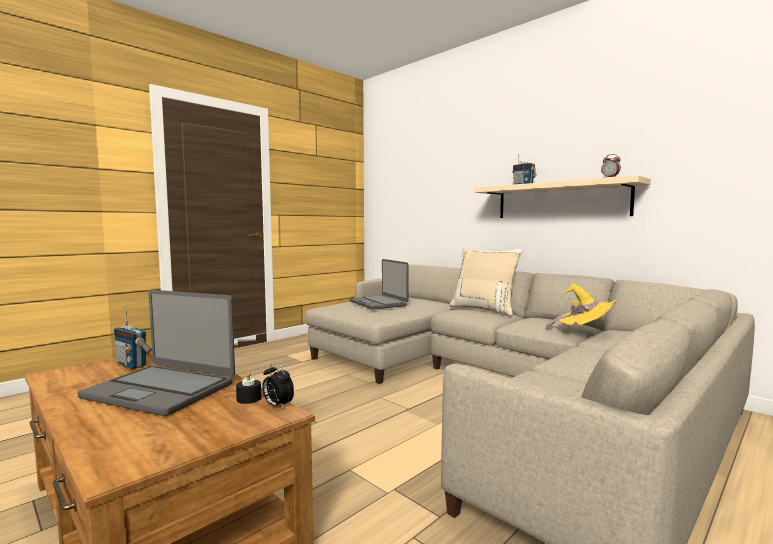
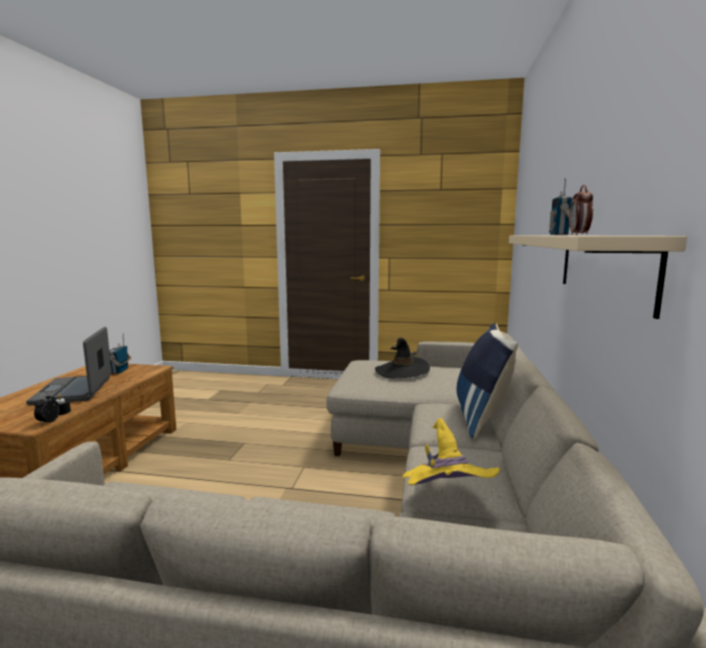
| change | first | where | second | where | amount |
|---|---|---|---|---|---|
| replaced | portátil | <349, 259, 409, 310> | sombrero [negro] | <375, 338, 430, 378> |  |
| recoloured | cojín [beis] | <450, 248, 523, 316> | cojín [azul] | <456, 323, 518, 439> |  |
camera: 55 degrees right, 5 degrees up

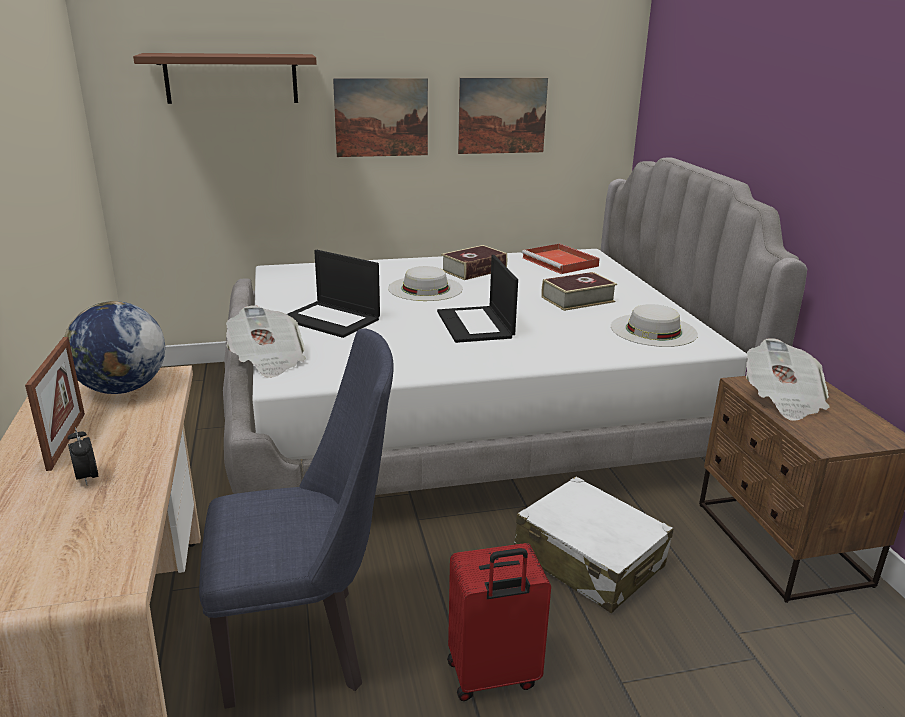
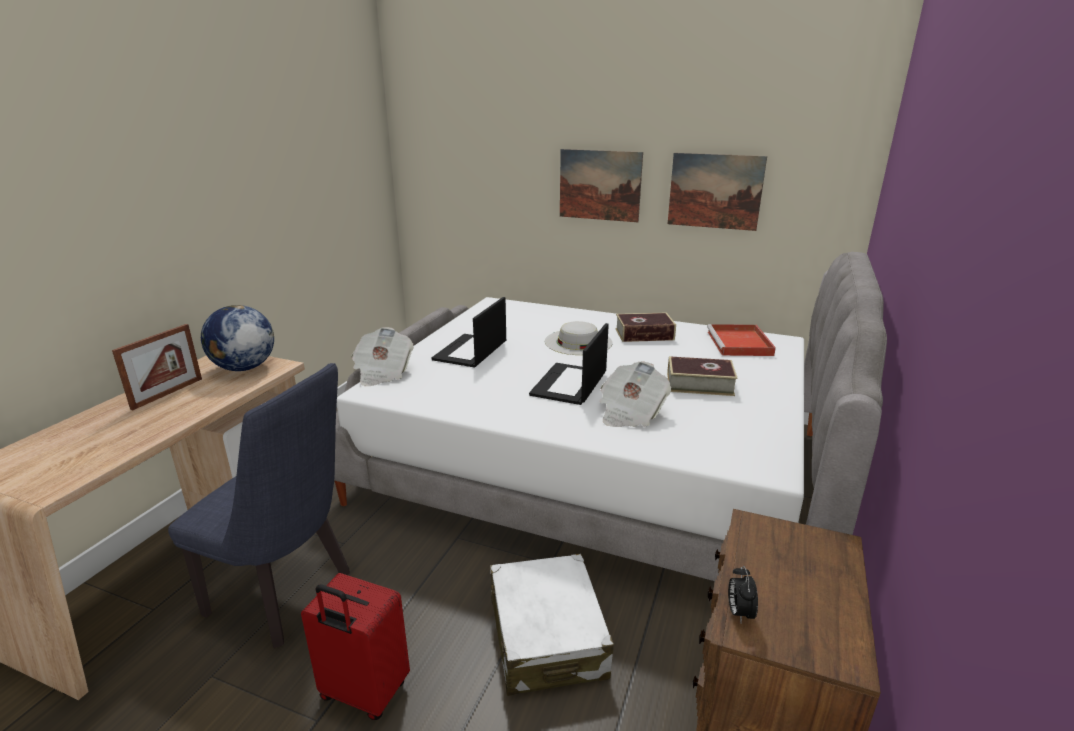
| change | first | where | second | where | amount |
|---|---|---|---|---|---|
| removed | estante [marrón] | <133, 53, 317, 104> |  |  |  |
| removed | sombrero [blanco] | <611, 304, 698, 347> |  |  |  |
| moved | despertador | <68, 427, 99, 485> |  | <728, 566, 758, 623> |  |
| moved | periódico | <746, 338, 830, 421> |  | <599, 361, 671, 427> |  |
| turned | portátil | <287, 250, 380, 338> |  | <431, 297, 506, 368> | 45 degrees clockwise |
camera: 35 degrees right, 0 degrees up

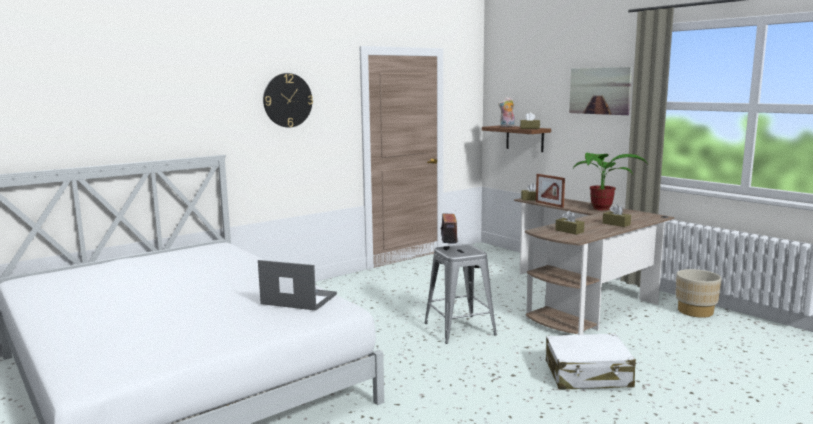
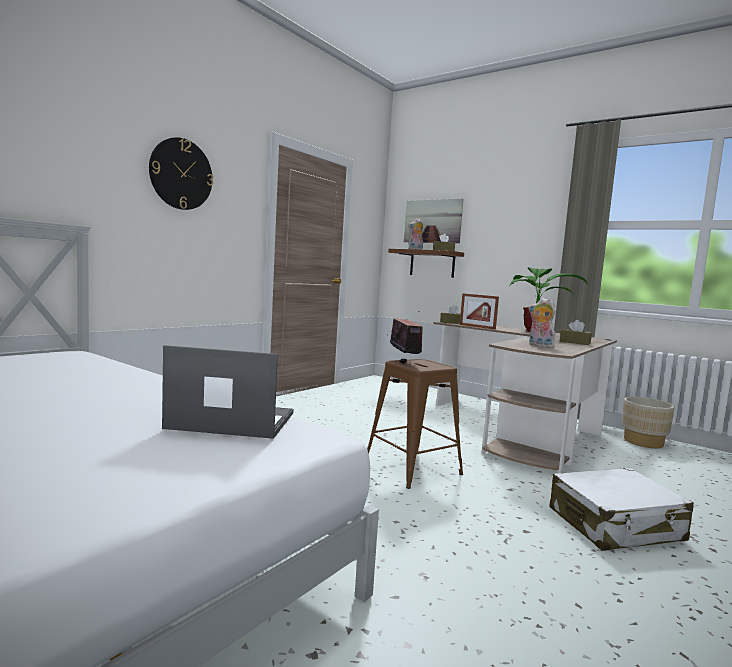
| change | first | where | second | where | amount |
|---|---|---|---|---|---|
| moved | cuadro | <569, 67, 632, 115> |  | <404, 198, 464, 243> |  |
| replaced | caja de pañuelos [marrón] | <555, 211, 584, 235> | peluche | <529, 298, 556, 348> |  |
| recoloured | taburete [gris] | <424, 244, 497, 344> | taburete [marrón] | <367, 359, 463, 489> |  |
camera: 15 degrees left, 5 degrees down

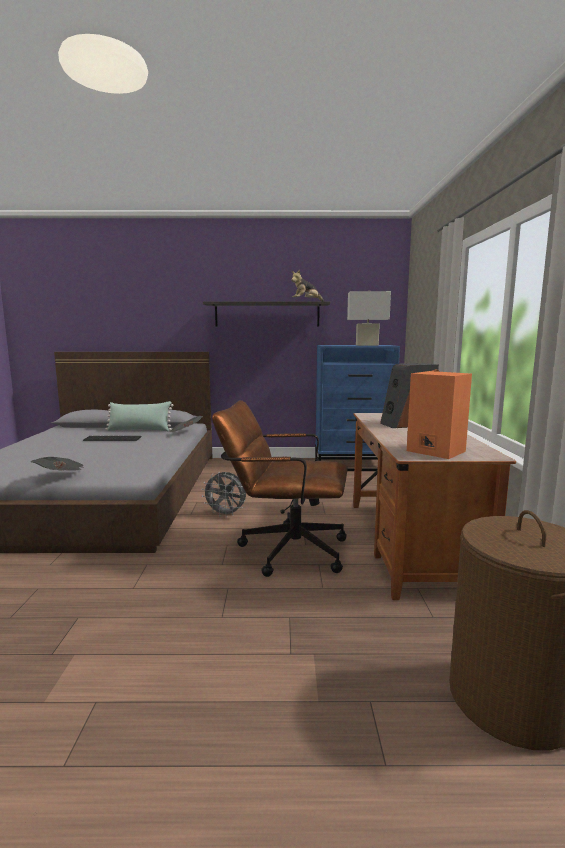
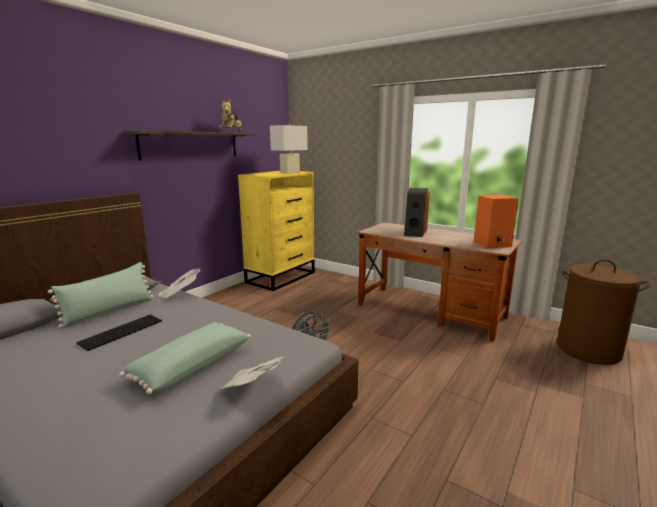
| change | first | where | second | where | amount |
|---|---|---|---|---|---|
| removed | silla de oficina [marrón] | <212, 400, 348, 577> |  |  |  |
| added |  |  | cojín [verde] | <119, 322, 251, 394> |  |
| recoloured | cómoda [azul] | <315, 345, 400, 471> | cómoda [amarillo] | <238, 171, 315, 291> |  |
camera: 55 degrees left, 5 degrees up

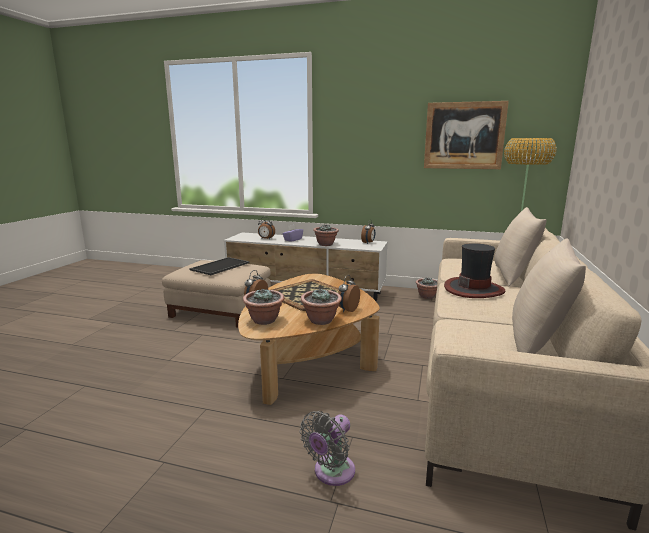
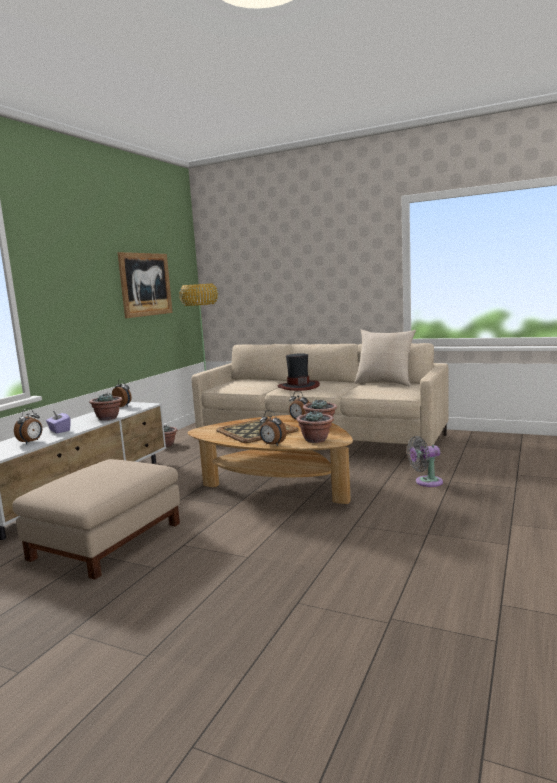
| change | first | where | second | where | amount |
|---|---|---|---|---|---|
| removed | bandeja | <189, 257, 250, 275> |  |  |  |
| removed | cojín [beis] | <495, 207, 547, 286> |  |  |  |
| turned | ventilador [gris] | <300, 411, 355, 486> |  | <407, 436, 443, 487> | 120 degrees clockwise |
camera: 80 degrees left, 5 degrees down

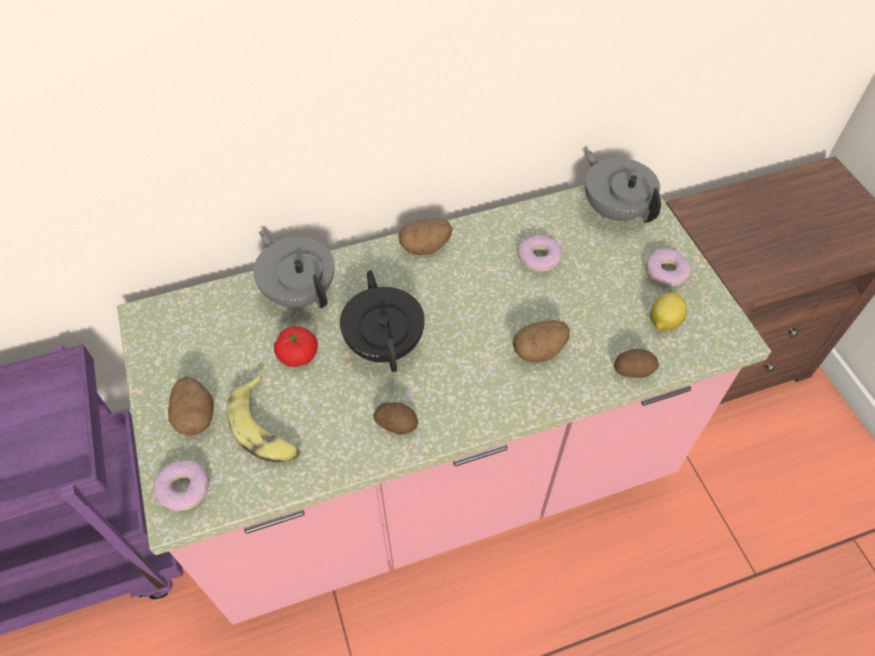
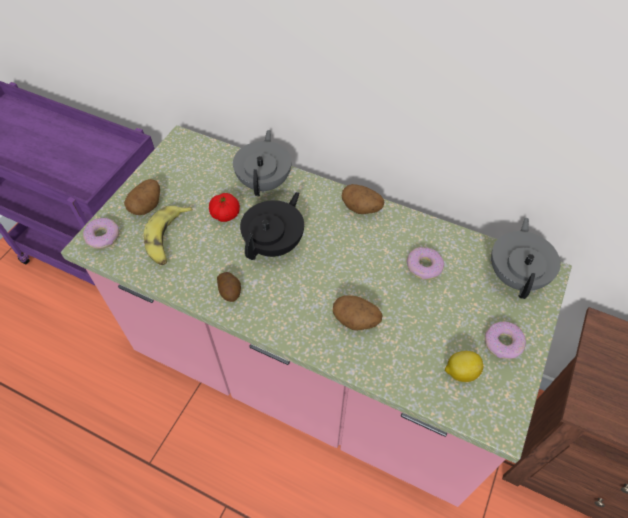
| change | first | where | second | where | amount |
|---|---|---|---|---|---|
| removed | patata | <614, 349, 659, 378> |  |  |  |
camera: 45 degrees right, 0 degrees up

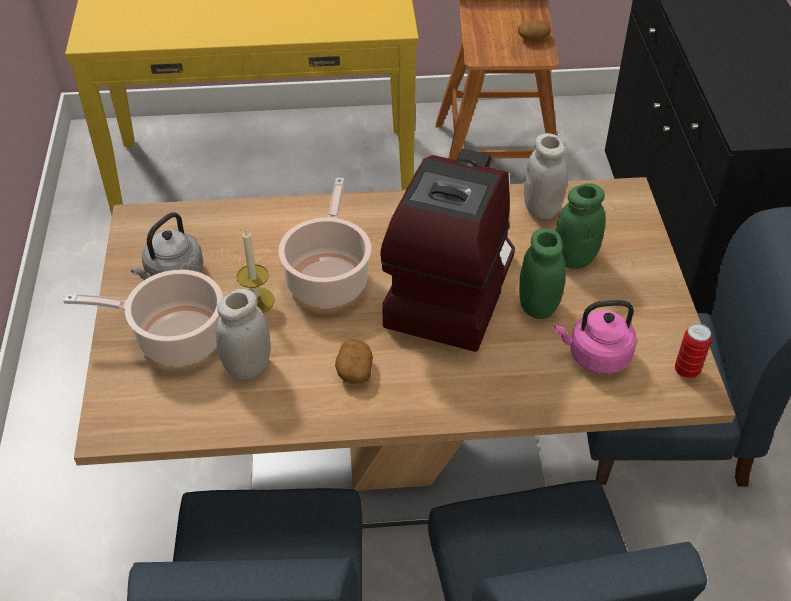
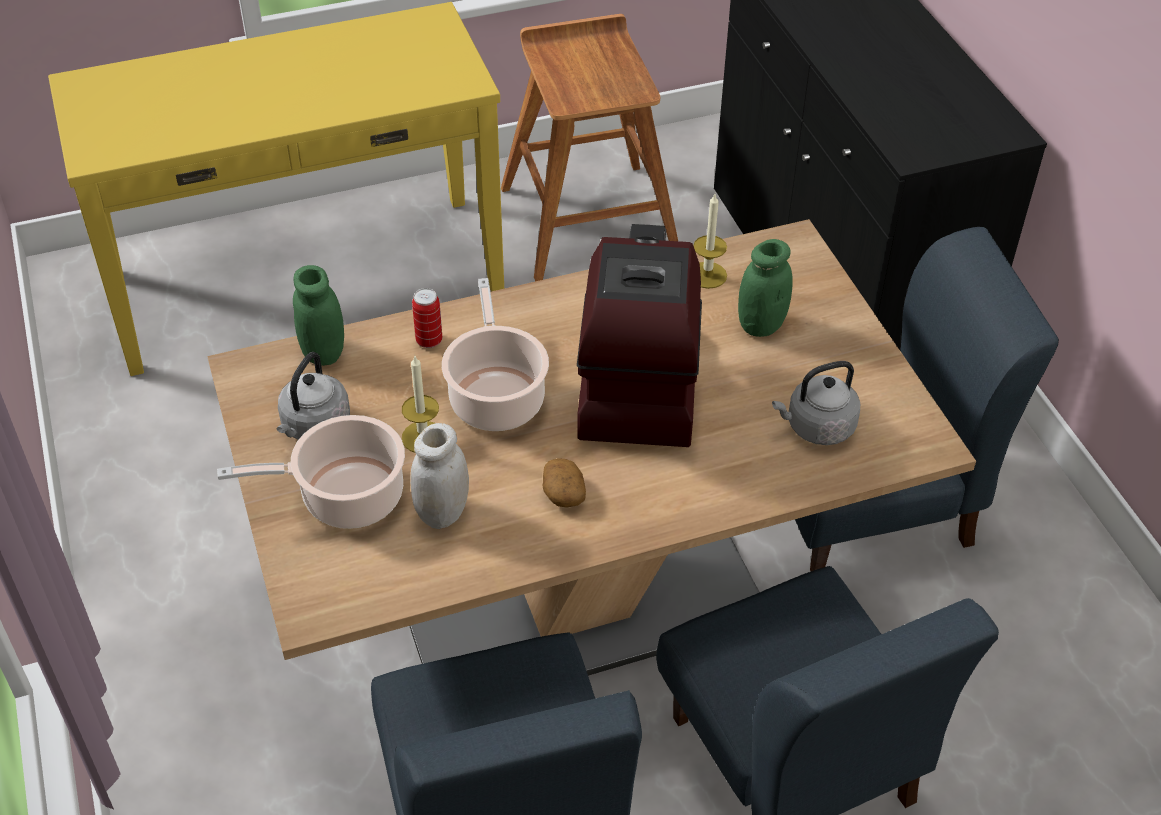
| change | first | where | second | where | amount |
|---|---|---|---|---|---|
| removed | patata | <518, 20, 551, 41> |  |  |  |
| moved | tarro [verde] | <519, 228, 566, 319> |  | <293, 265, 344, 366> |  |
| moved | lata | <675, 323, 712, 379> |  | <412, 288, 442, 348> |  |
| replaced | tarro [blanco] | <524, 133, 568, 219> | vela | <693, 194, 727, 289> |  |
| recoloured | hervidor [rosa] | <555, 300, 637, 374> | hervidor [gris] | <772, 361, 860, 445> |  |
camera: 15 degrees left, 0 degrees up

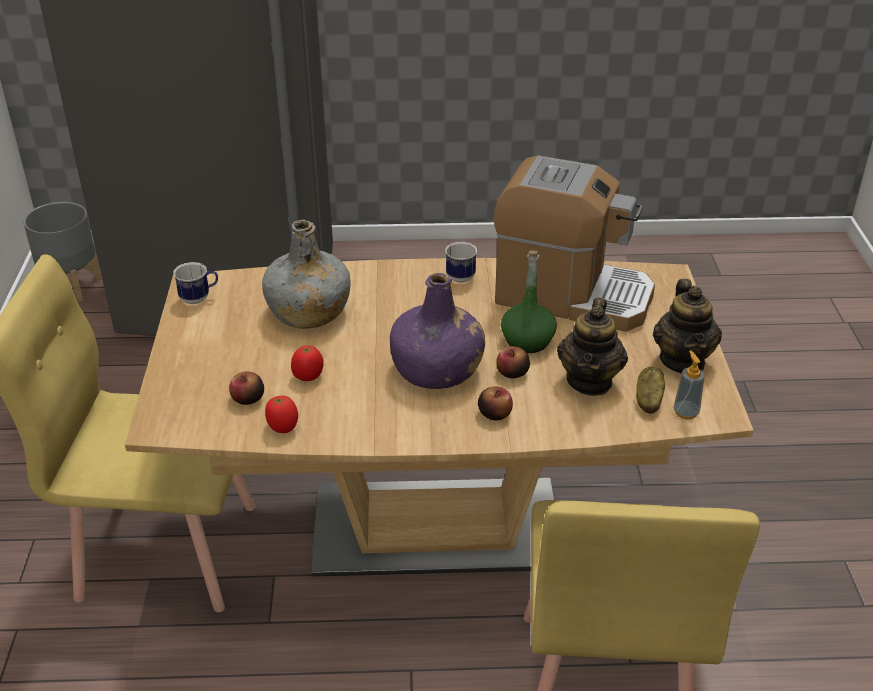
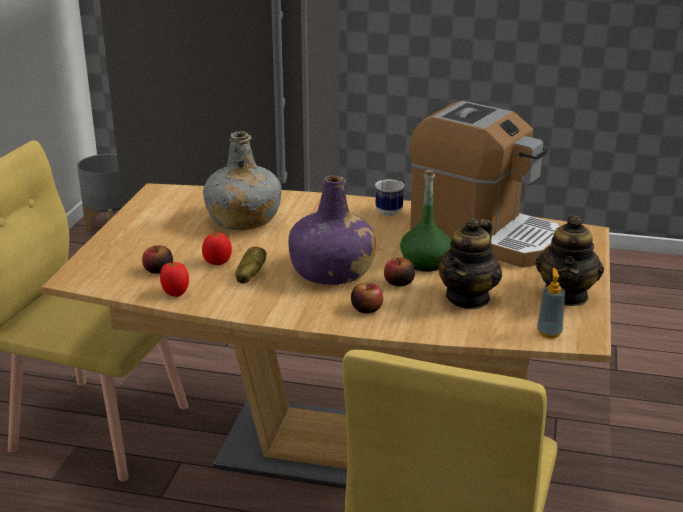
| change | first | where | second | where | amount |
|---|---|---|---|---|---|
| removed | taza grande | <173, 262, 218, 304> |  |  |  |
| moved | patata | <636, 367, 665, 413> |  | <235, 247, 267, 284> |  |
camera: 15 degrees right, 10 degrees down

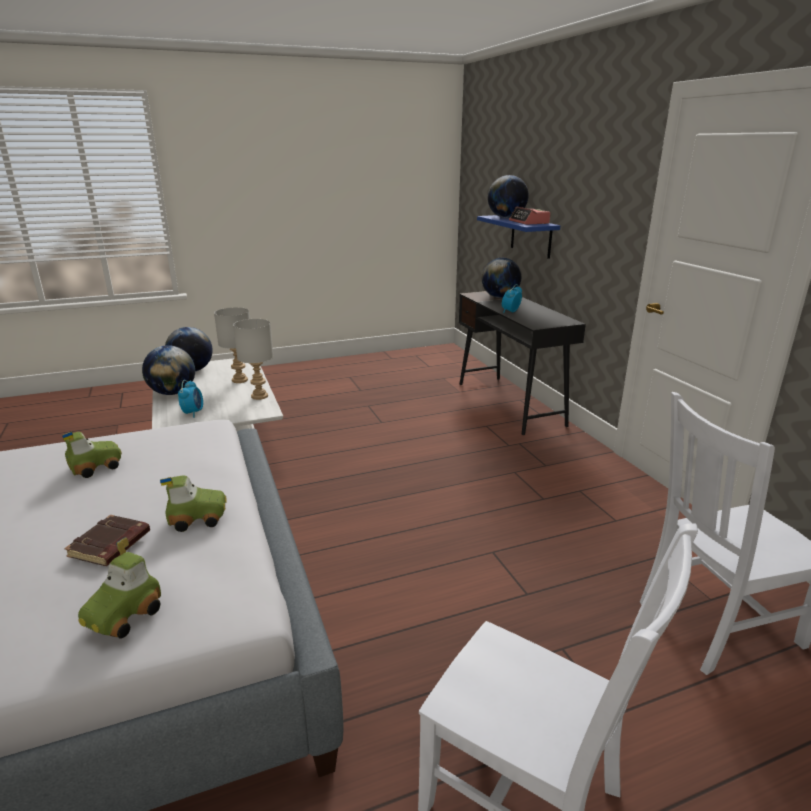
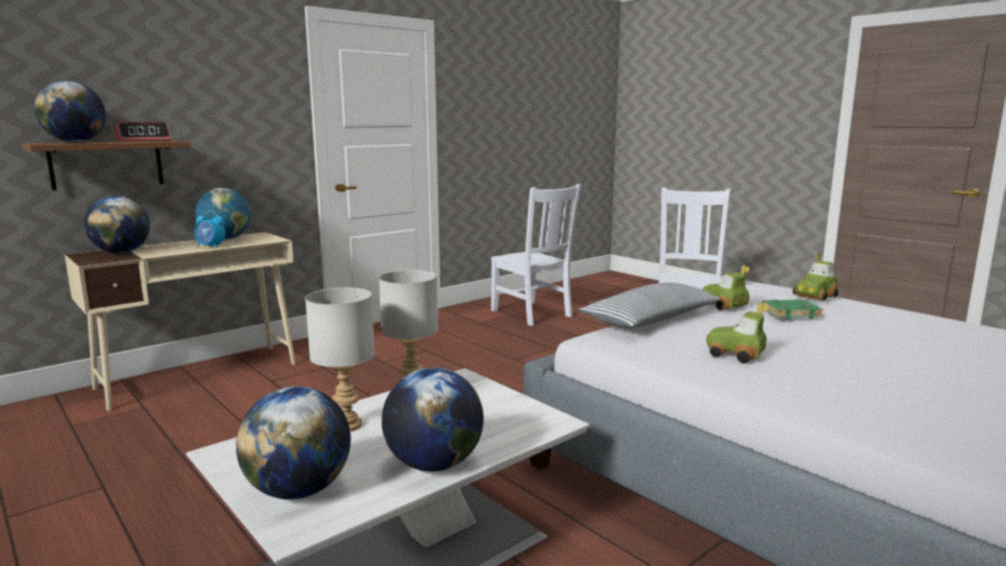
| change | first | where | second | where | amount |
|---|---|---|---|---|---|
| removed | despertador | <178, 380, 203, 418> |  |  |  |
| added |  |  | globo terráqueo | <195, 188, 251, 240> |  |
| added |  |  | cojín | <579, 282, 721, 329> |  |
| recoloured | libro [marrón] | <64, 515, 150, 566> | libro [verde] | <762, 300, 823, 318> |  |
| recoloured | escritorio [negro] | <459, 291, 586, 435> | escritorio [beis] | <64, 232, 296, 411> |  |
| recoloured | estante [azul] | <477, 215, 560, 259> | estante [marrón] | <23, 140, 191, 190> |  |
| turned | coche de juguete | <78, 537, 161, 639> |  | <793, 253, 838, 301> | 135 degrees clockwise |
camera: 110 degrees left, 10 degrees down

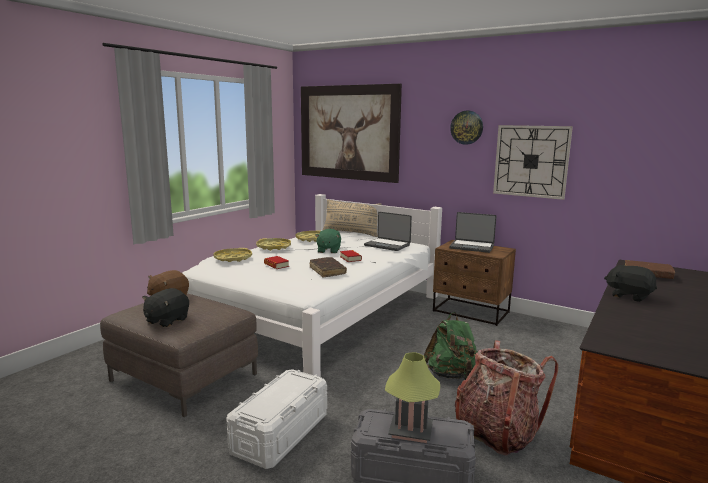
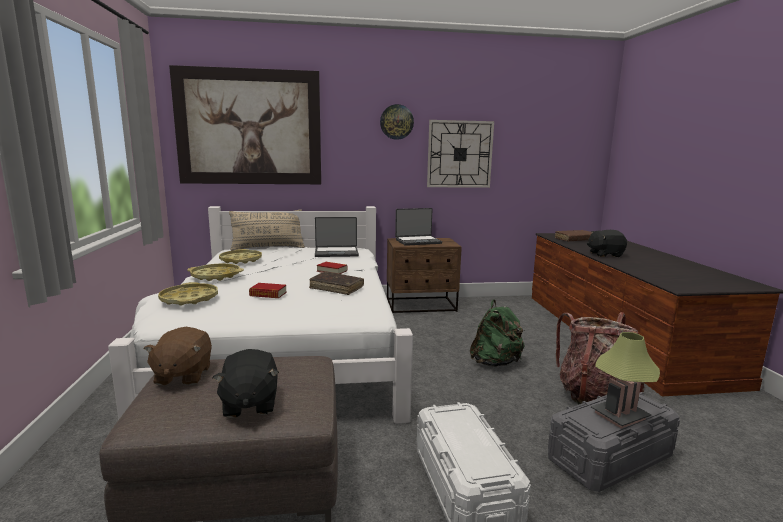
| change | first | where | second | where | amount |
|---|---|---|---|---|---|
| removed | peluche [verde] | <315, 229, 341, 253> |  |  |  |
camera: 40 degrees left, 0 degrees up

